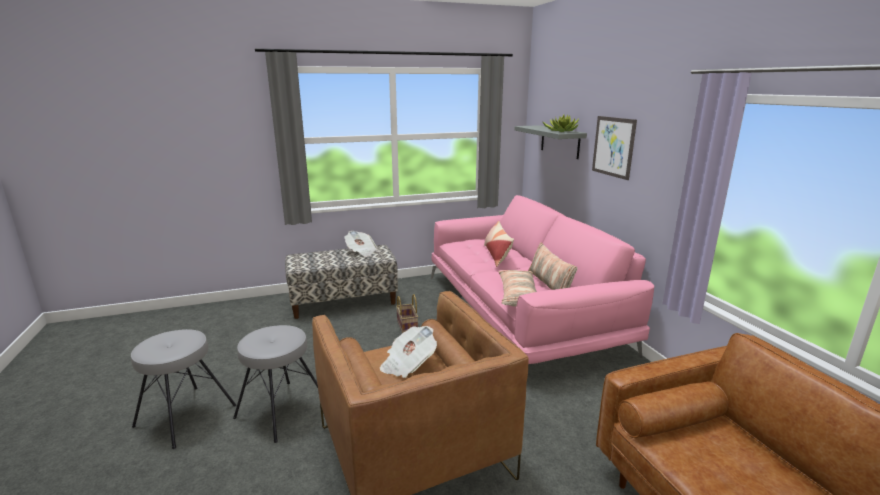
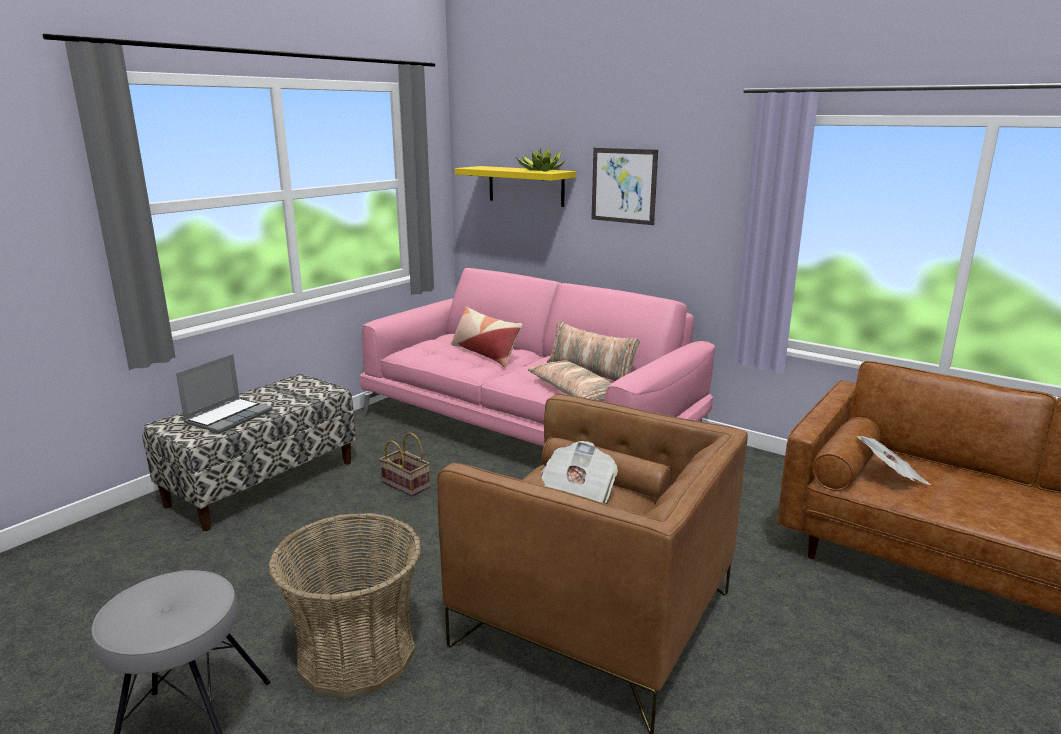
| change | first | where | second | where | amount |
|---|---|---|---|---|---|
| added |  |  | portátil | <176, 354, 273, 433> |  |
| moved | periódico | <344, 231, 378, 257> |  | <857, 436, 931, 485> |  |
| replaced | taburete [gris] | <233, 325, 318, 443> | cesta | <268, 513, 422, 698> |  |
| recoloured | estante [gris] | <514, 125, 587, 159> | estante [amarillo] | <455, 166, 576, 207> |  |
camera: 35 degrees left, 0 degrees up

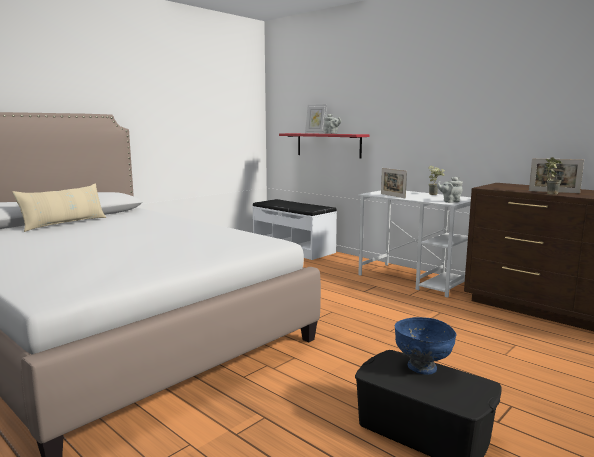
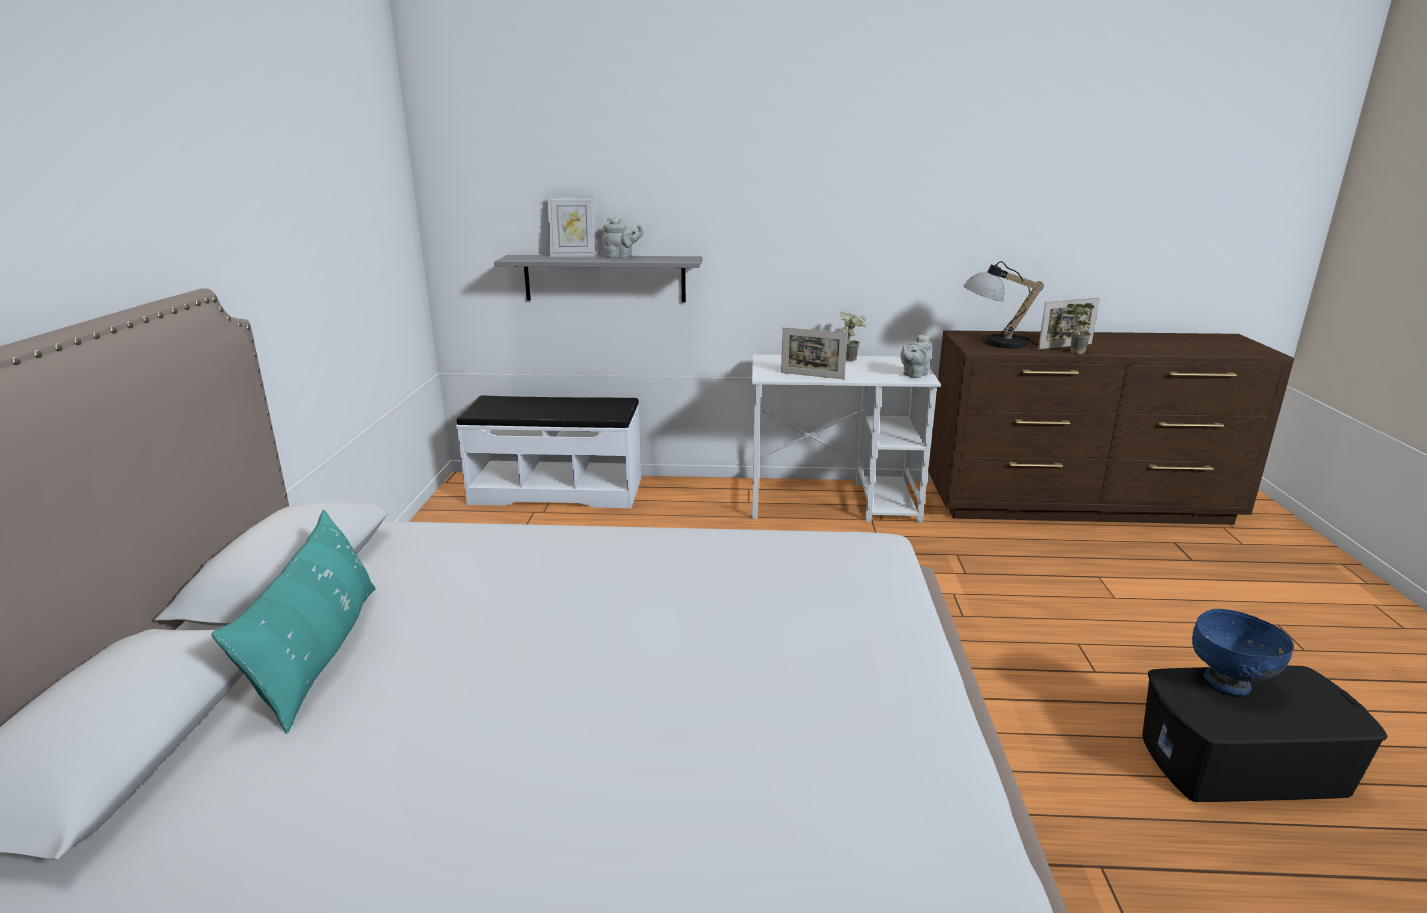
| change | first | where | second | where | amount |
|---|---|---|---|---|---|
| added |  |  | lámpara de mesa | <964, 261, 1044, 349> |  |
| recoloured | cojín [beis] | <12, 183, 106, 232> | cojín [turquesa] | <211, 510, 376, 734> |  |
| recoloured | estante [rojo] | <279, 133, 370, 159> | estante [gris] | <494, 255, 702, 302> |  |
camera: 40 degrees left, 10 degrees up

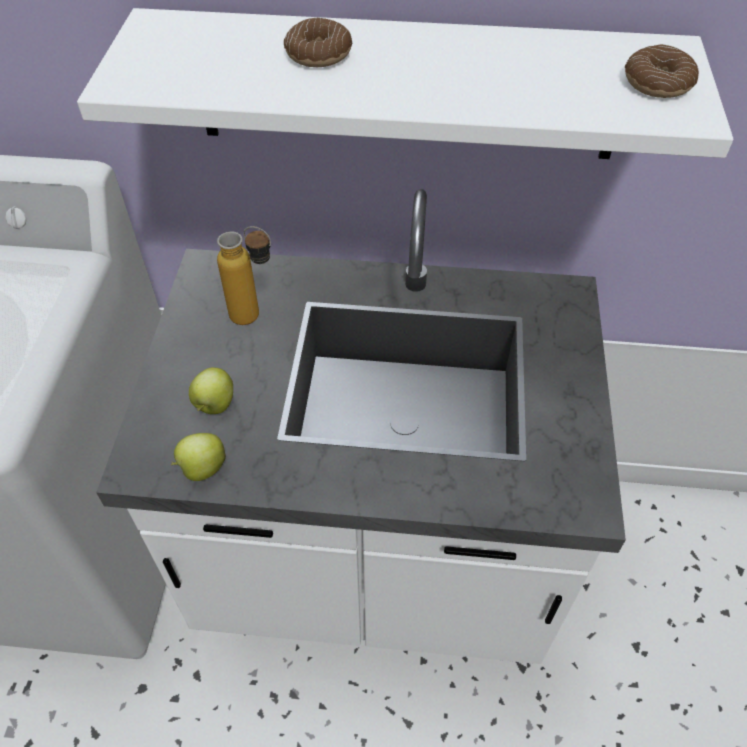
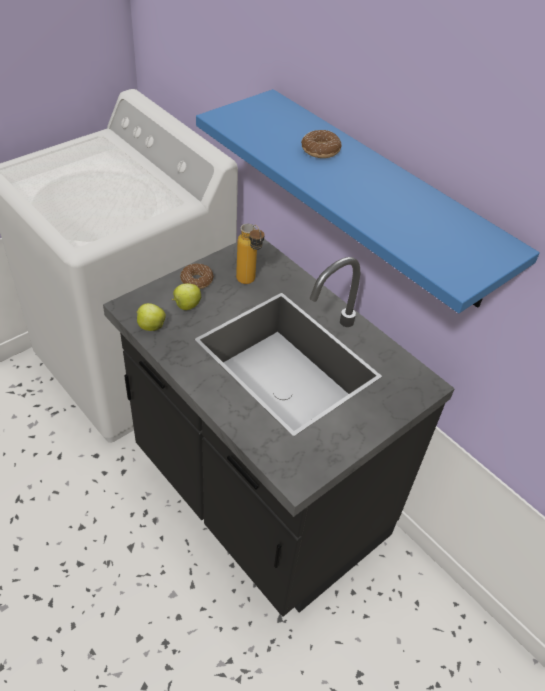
| change | first | where | second | where | amount |
|---|---|---|---|---|---|
| moved | rosquilla | <625, 44, 699, 98> |  | <180, 264, 214, 289> |  |
| recoloured | estante [blanco] | <77, 8, 733, 159> | estante [azul] | <196, 89, 540, 313> |  |
| recoloured | mueble bajo de cocina [blanco] | <96, 189, 626, 664> | mueble bajo de cocina [negro] | <103, 239, 455, 617> |  |
camera: 40 degrees right, 5 degrees down

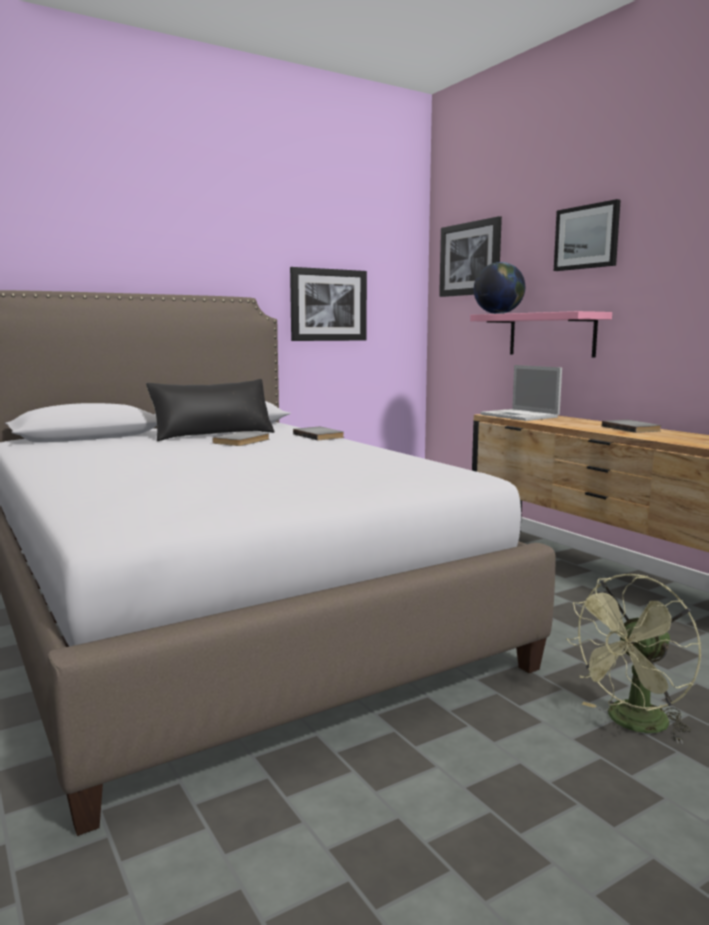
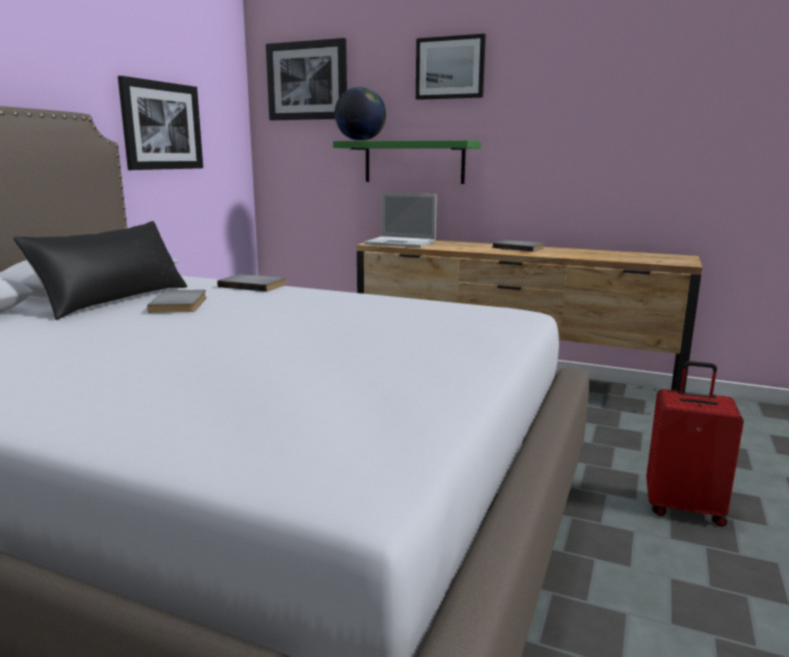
| change | first | where | second | where | amount |
|---|---|---|---|---|---|
| replaced | ventilador [verde] | <566, 574, 701, 744> | maleta [rojo] | <646, 361, 744, 527> |  |
| recoloured | estante [rosa] | <470, 311, 612, 358> | estante [verde] | <333, 140, 481, 184> |  |
camera: 35 degrees left, 5 degrees up

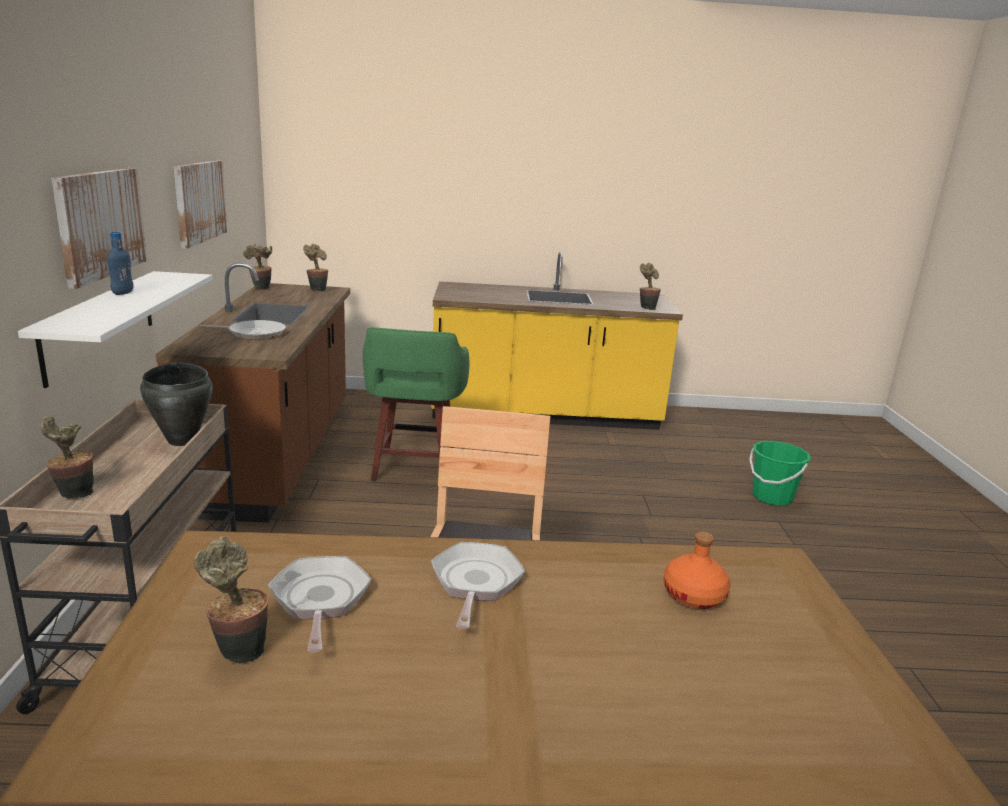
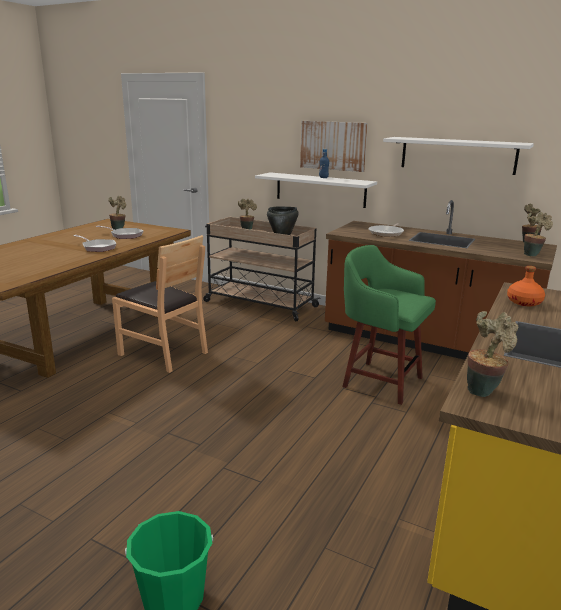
| change | first | where | second | where | amount |
|---|---|---|---|---|---|
| moved | botella [naranja] | <663, 531, 730, 609> |  | <507, 266, 545, 306> |  |
| replaced | cuadro | <173, 160, 227, 249> | estante [blanco] | <383, 137, 534, 175> |  |
camera: 120 degrees right, 0 degrees up

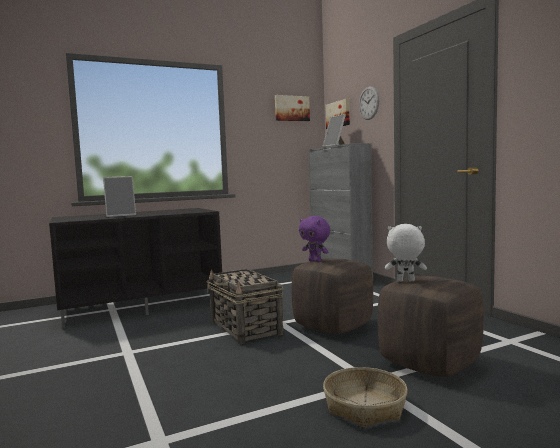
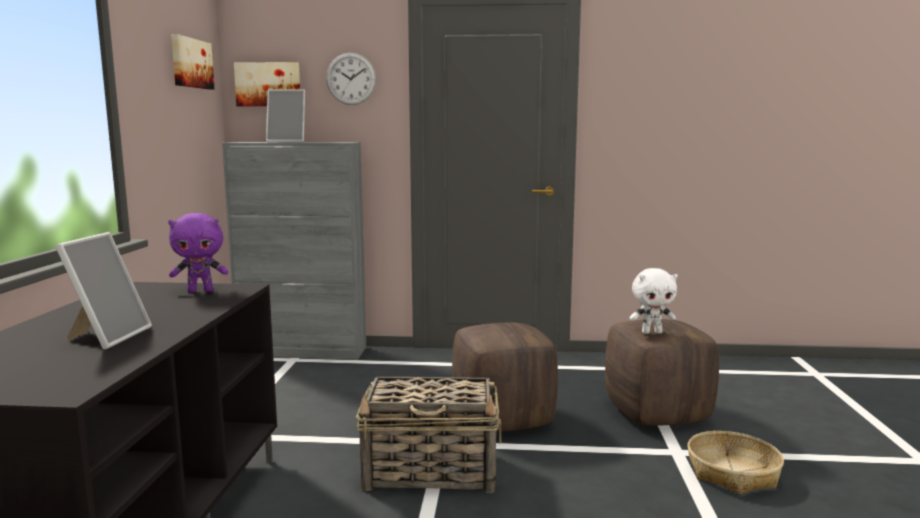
| change | first | where | second | where | amount |
|---|---|---|---|---|---|
| moved | peluche [morado] | <299, 216, 330, 262> |  | <168, 213, 229, 293> |  |
| turned | peluche [blanco] | <385, 224, 427, 282> |  | <630, 268, 678, 334> | 135 degrees counterclockwise |
camera: 60 degrees left, 5 degrees up

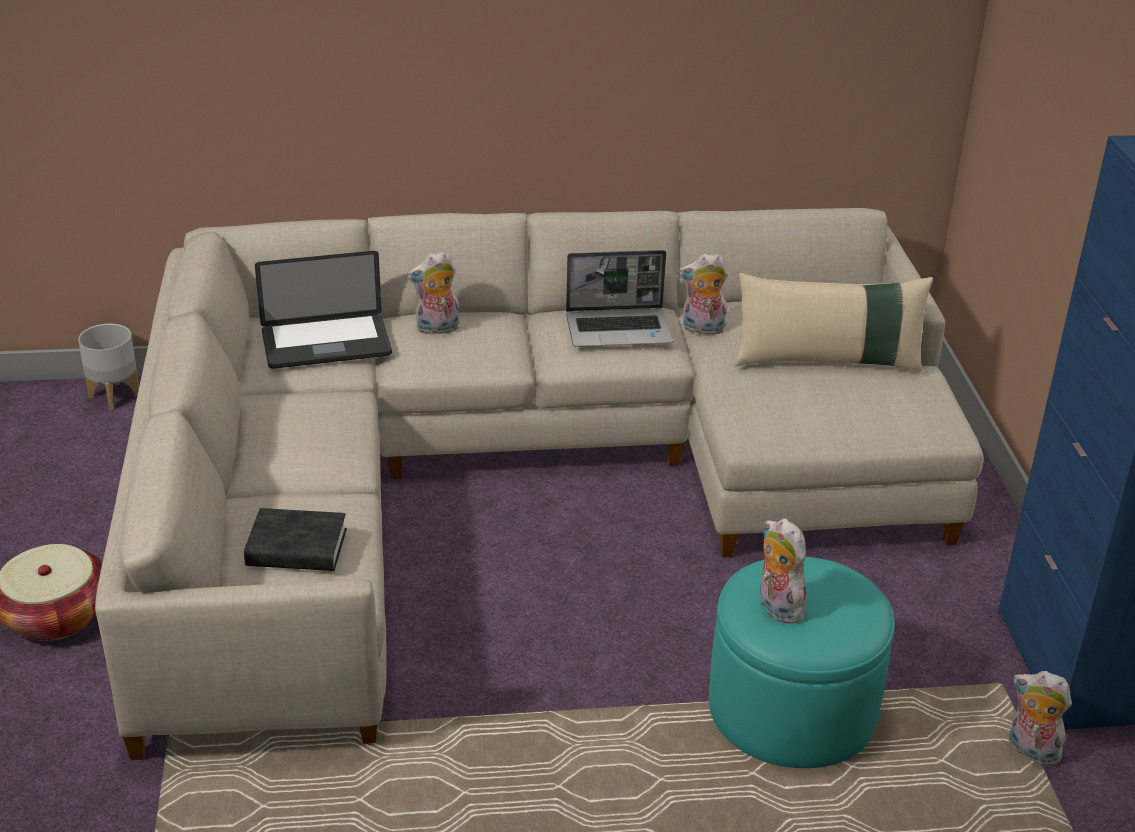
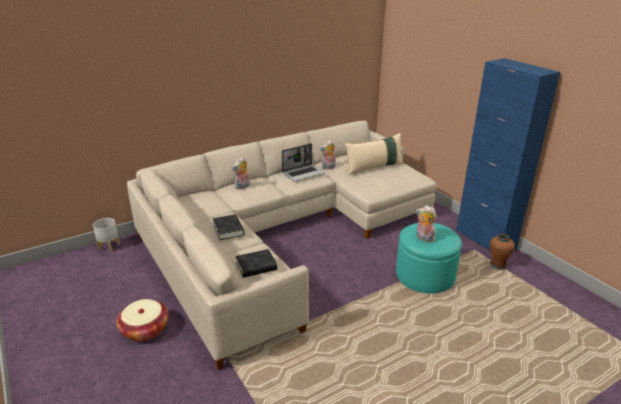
| change | first | where | second | where | amount |
|---|---|---|---|---|---|
| removed | portátil | <255, 251, 392, 369> |  |  |  |
| added |  |  | libro [negro] | <213, 214, 244, 240> |  |
| replaced | peluche | <1009, 671, 1072, 766> | florero [marrón] | <490, 234, 515, 270> |  |
camera: 25 degrees left, 5 degrees down

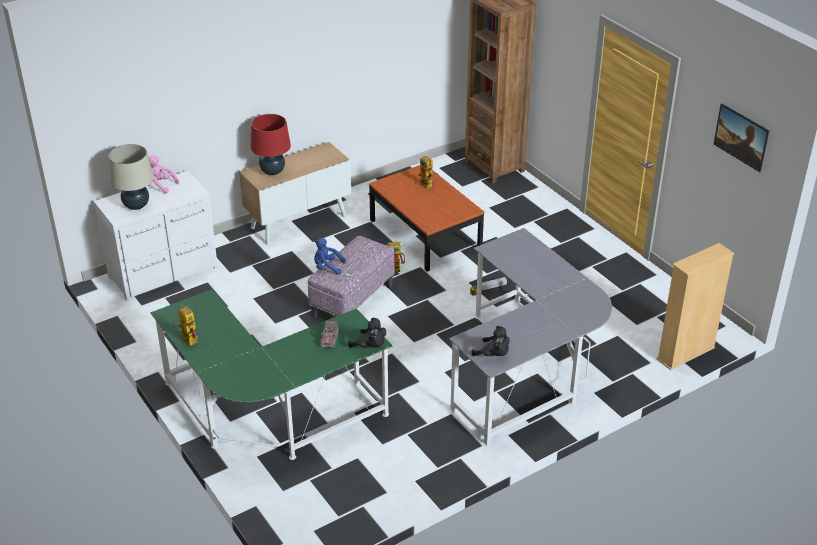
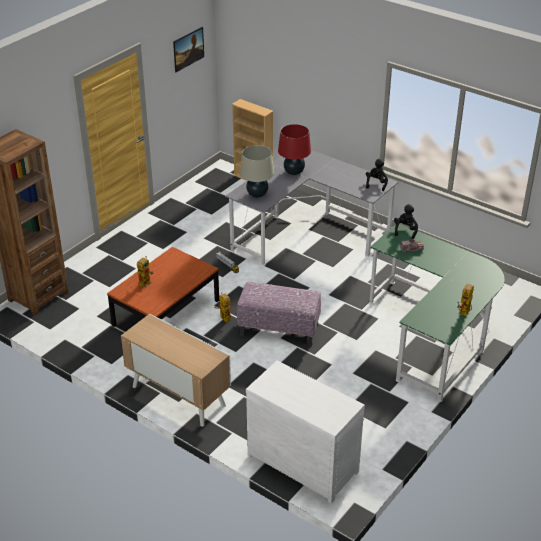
| change | first | where | second | where | amount |
|---|---|---|---|---|---|
| removed | peluche [rosa] | <148, 156, 179, 193> |  |  |  |
| removed | peluche [azul] | <314, 238, 346, 275> |  |  |  |
| moved | lámpara de mesa [beis] | <109, 144, 154, 210> |  | <240, 145, 274, 197> |  |
| moved | lámpara de mesa [rojo] | <251, 114, 291, 175> |  | <278, 124, 311, 175> |  |
camera: 110 degrees left, 0 degrees up

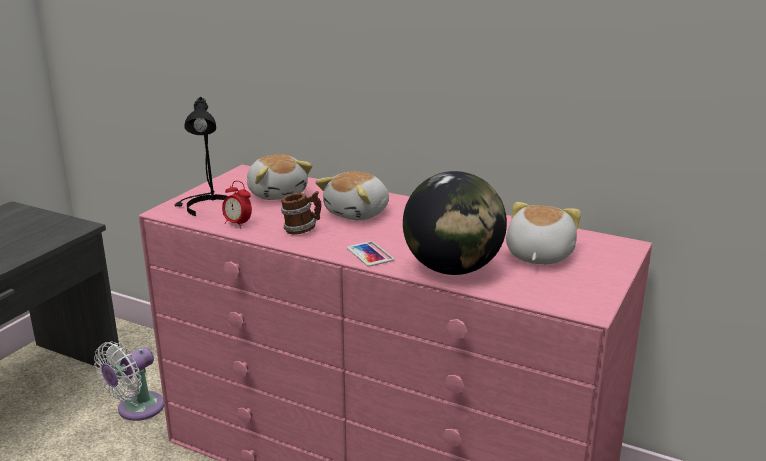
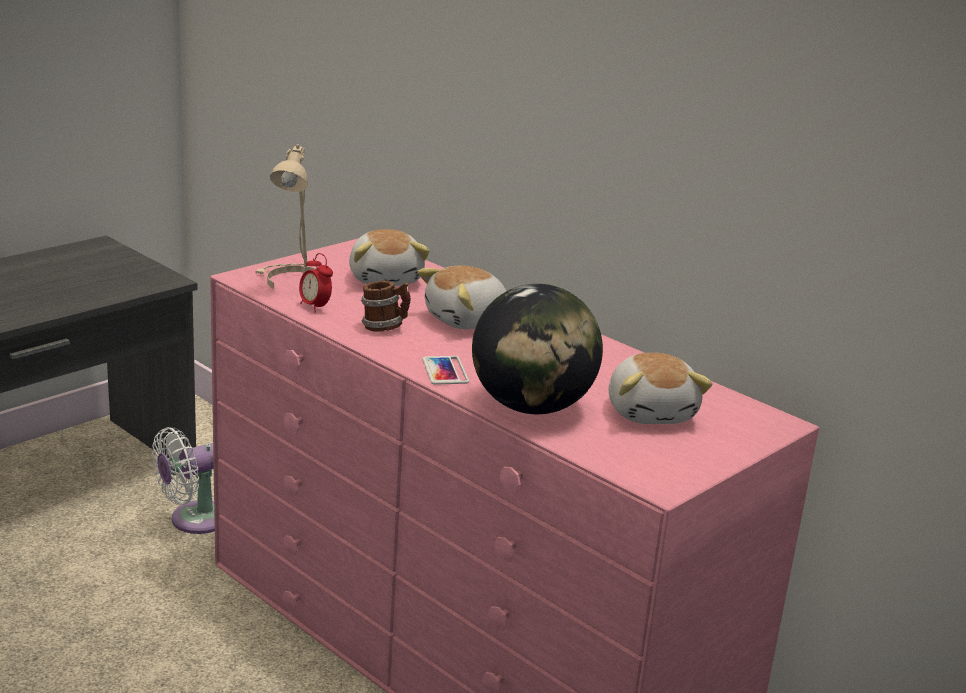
| change | first | where | second | where | amount |
|---|---|---|---|---|---|
| recoloured | lámpara de mesa [negro] | <174, 97, 228, 216> | lámpara de mesa [beis] | <255, 145, 316, 289> |  |
| turned | peluche | <506, 202, 581, 264> |  | <609, 353, 713, 424> | 135 degrees clockwise |
camera: 15 degrees right, 0 degrees up

